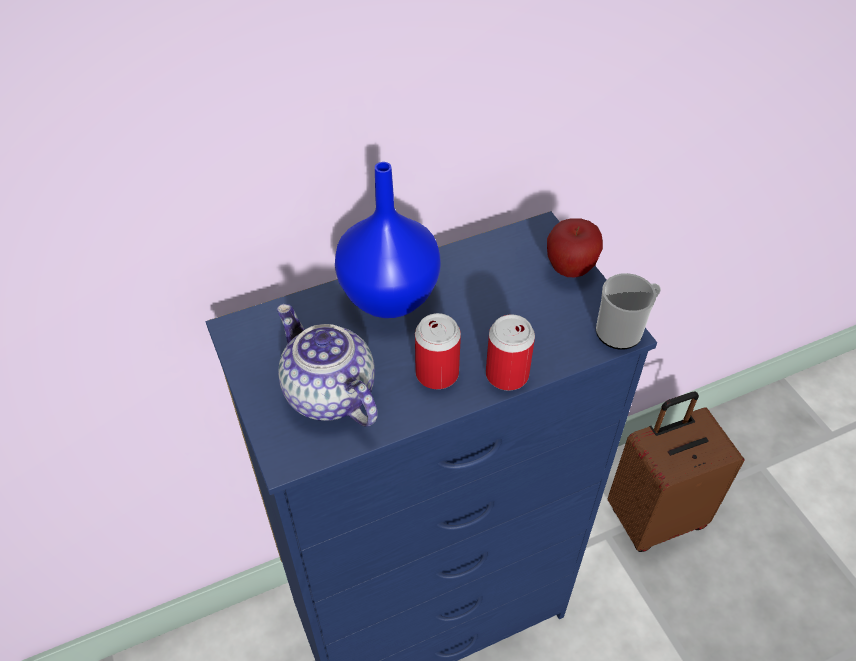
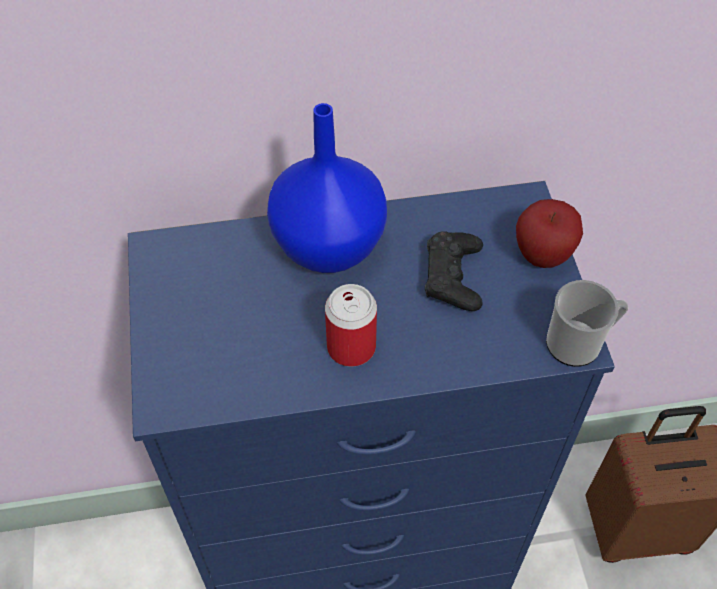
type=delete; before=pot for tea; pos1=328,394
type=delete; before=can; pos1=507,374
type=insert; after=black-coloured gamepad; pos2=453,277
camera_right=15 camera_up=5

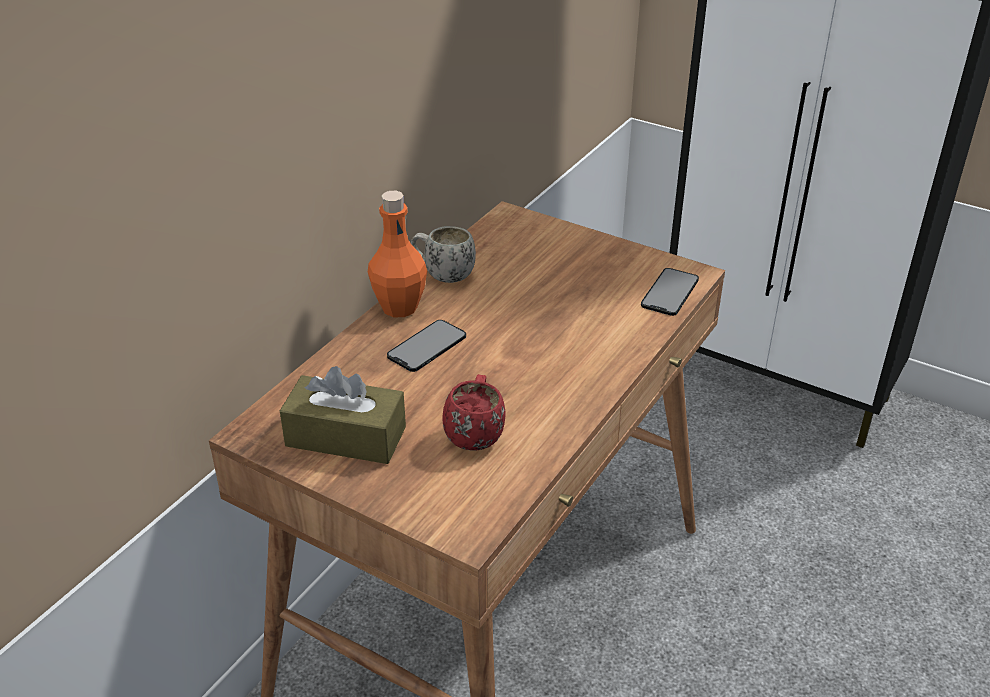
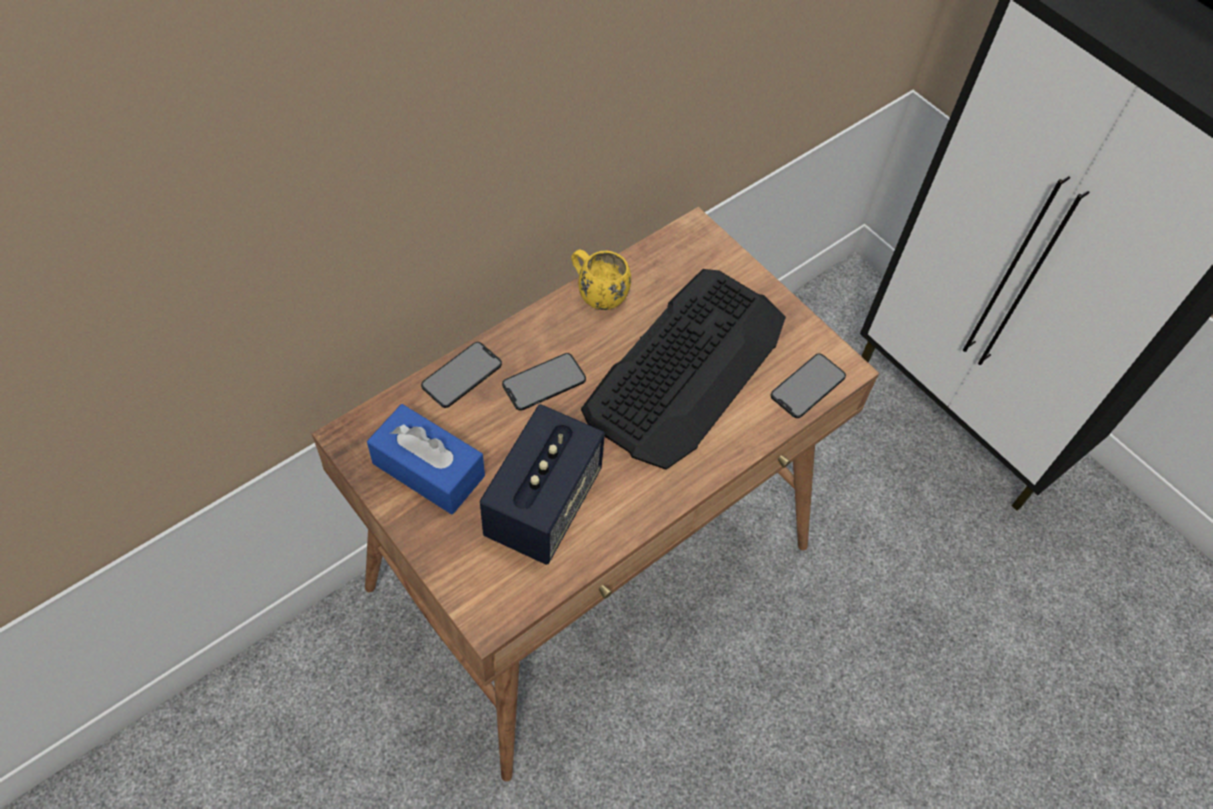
type=delete; before=orange-coloured drink bottle; pos1=399,307
type=recolor; before=white-coloured coffee mug; after=yellow-coloured coffee mug; pos1=442,275; pos2=596,293
type=recolor; before=brown-coloured tissue holder; after=bluish tissue holder; pos1=346,436; pos2=428,469
type=replace; before=red coffee mug; after=speaker; pos1=475,433; pos2=543,504
type=insert; after=computer keyboard; pos2=687,366
type=insert; after=handset; pos2=462,375
camera_right=15 camera_up=20

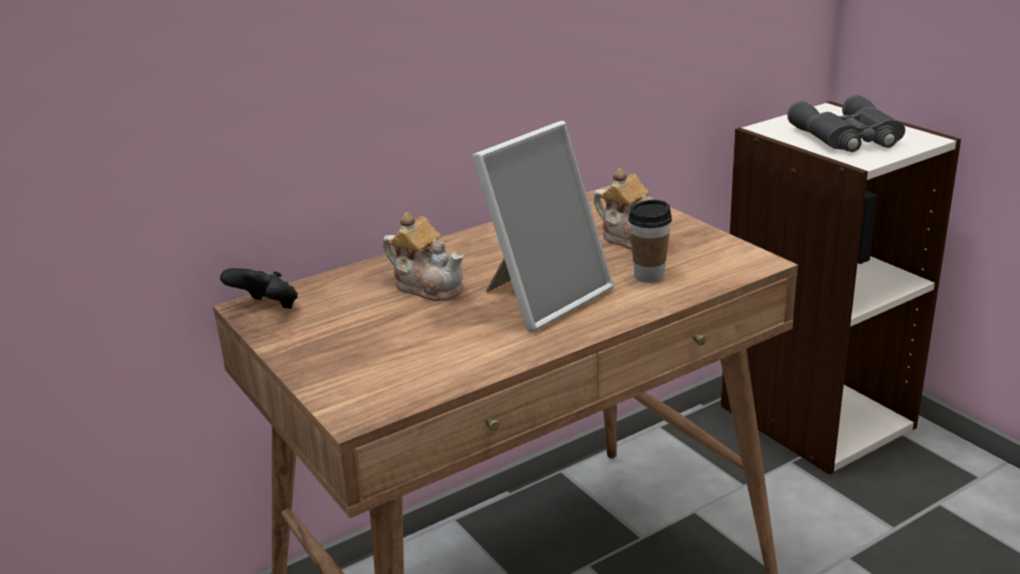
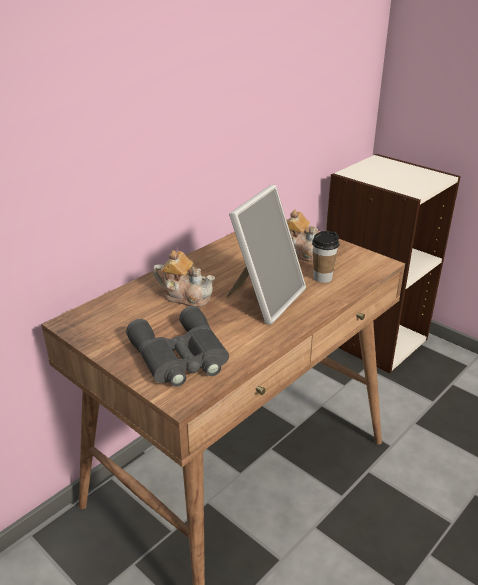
type=move; before=gray pair of binoculars; pos1=847,137; pos2=180,357
type=delete; before=black-coloured gamepad; pos1=266,308
camera_right=-15 camera_up=5

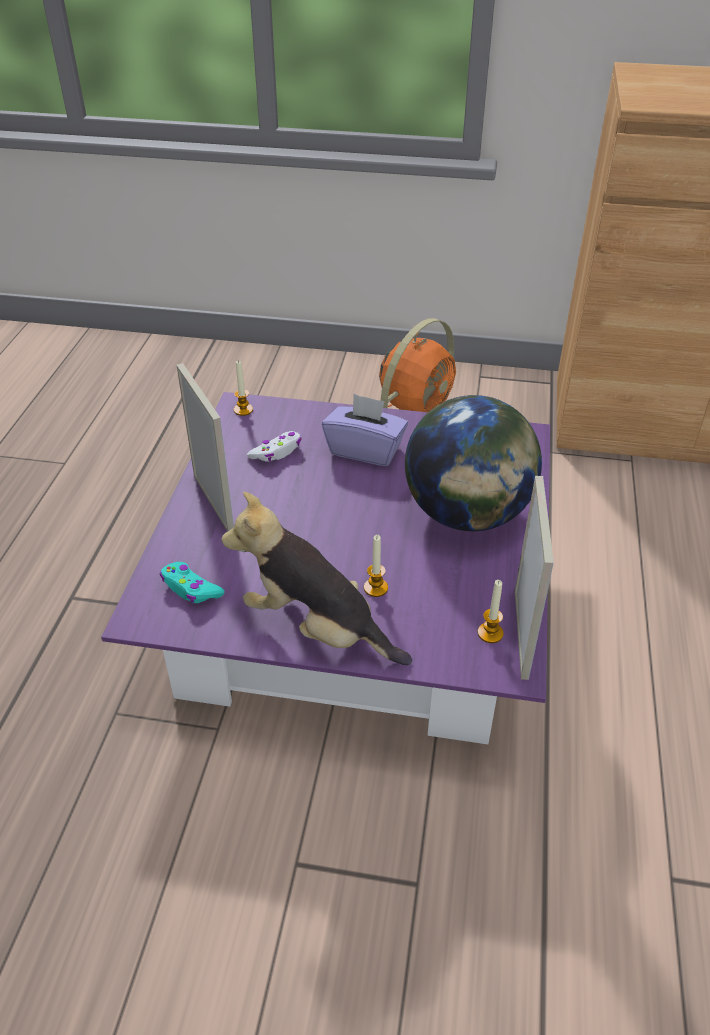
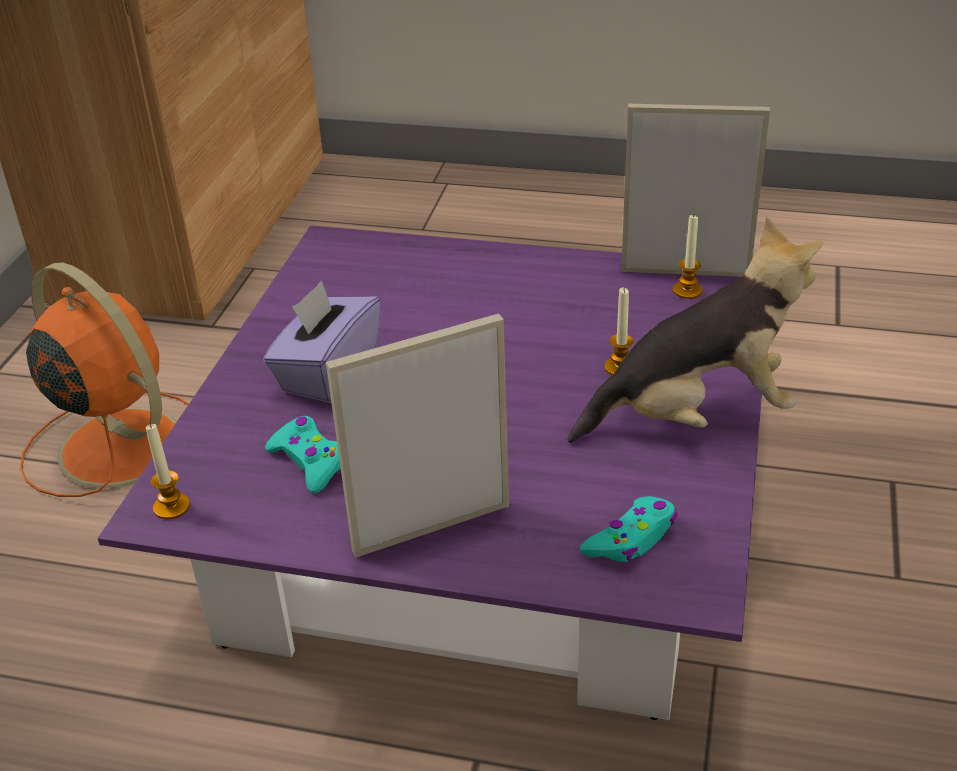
type=delete; before=globe; pos1=467,514
type=recolor; before=white-coloured gamepad; after=blue-green gamepad; pos1=277,452; pos2=309,462
type=rotate; before=plush toy; pos1=317,628; pos2=696,415; turn=-135
camera_right=-85 camera_up=-5

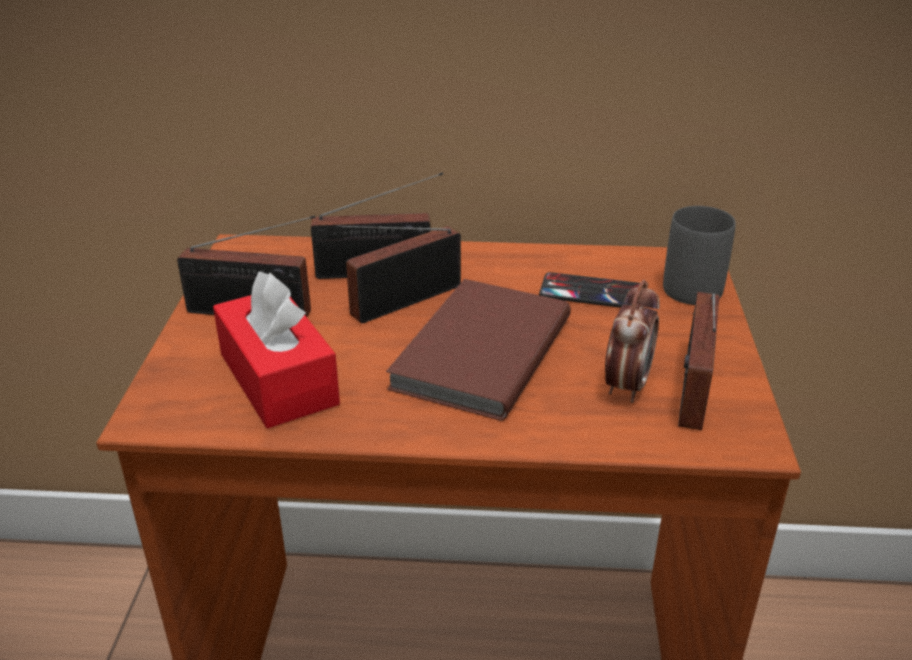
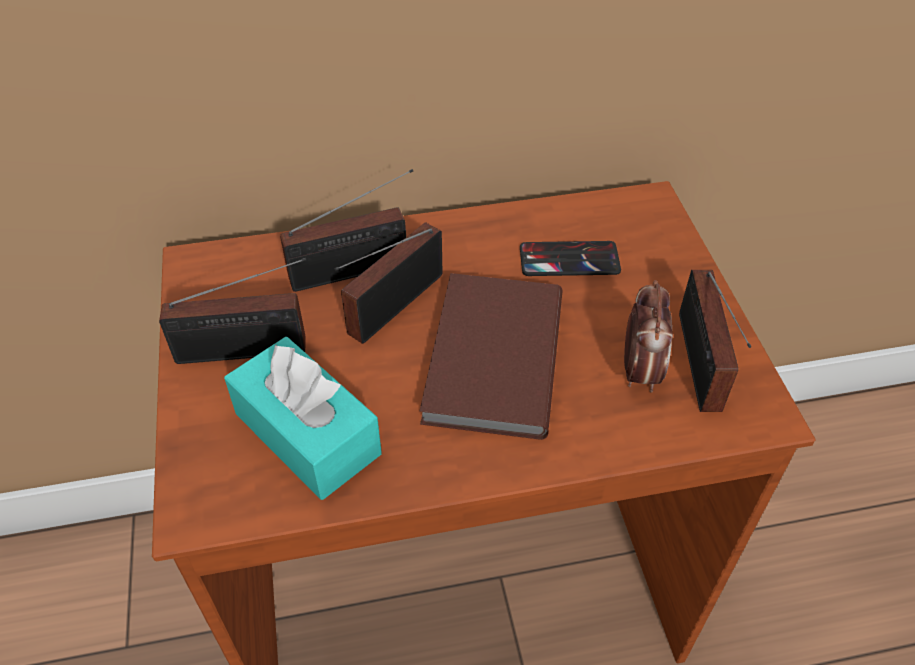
type=delete; before=gray coffee mug; pos1=696,283
type=recolor; before=red tissue holder; after=blue-green tissue holder; pos1=278,379; pos2=307,434
camera_right=-15 camera_up=15

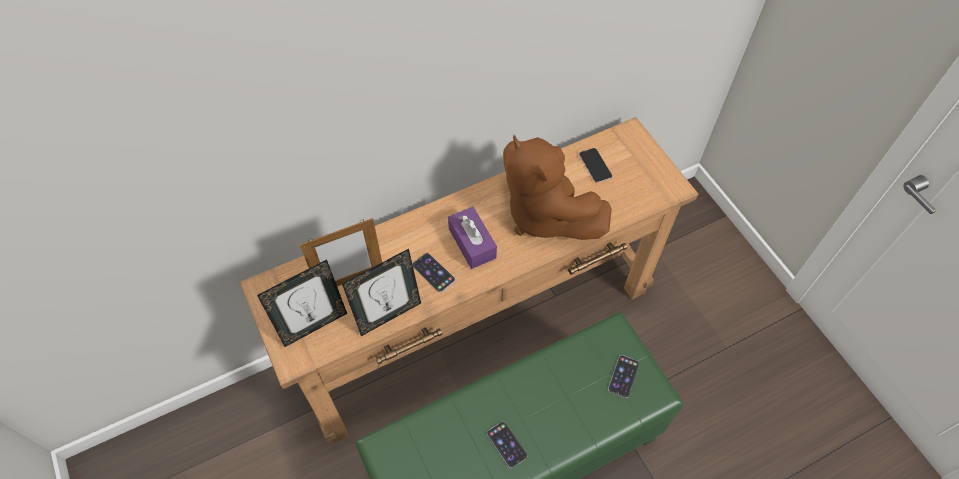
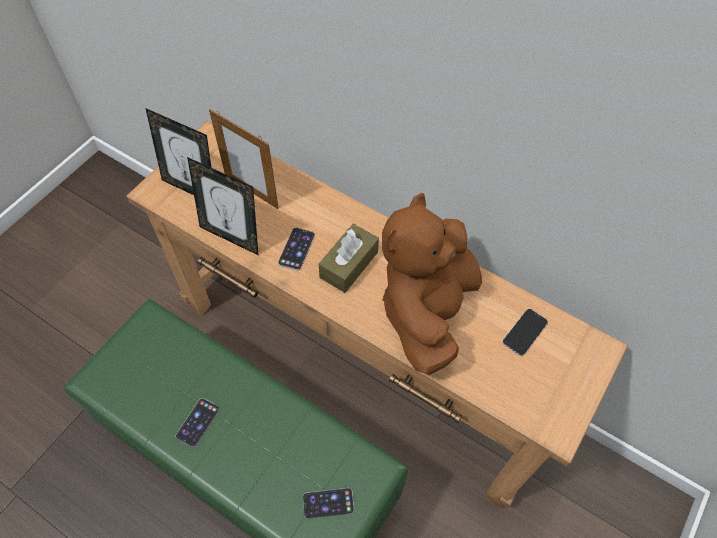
type=recolor; before=purple-coloured tissue holder; after=brown-coloured tissue holder; pos1=472,243; pos2=349,264
camera_right=60 camera_up=0

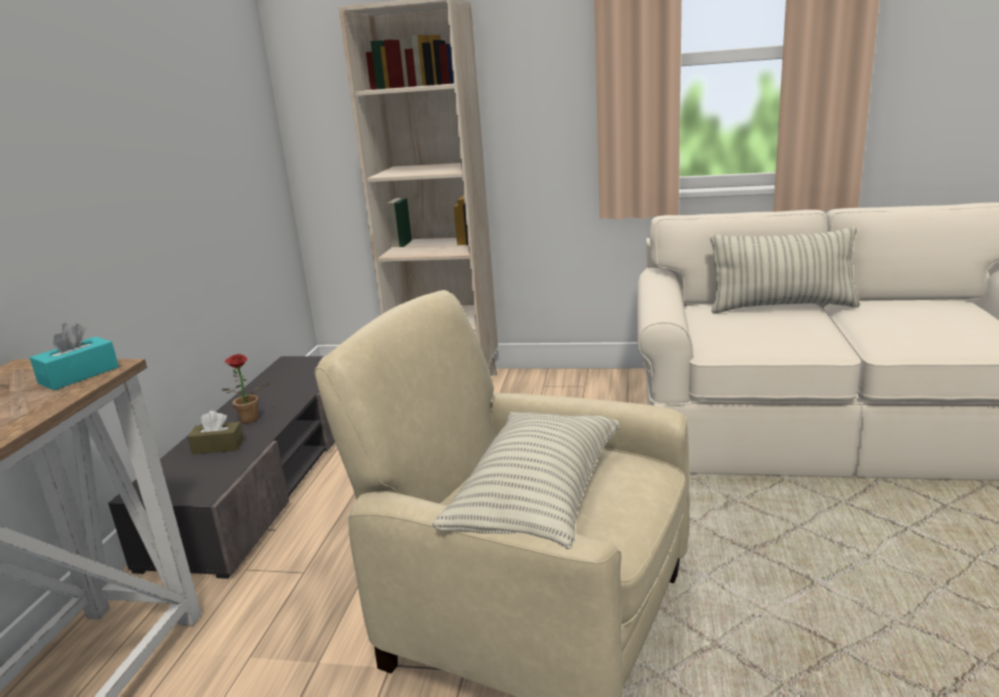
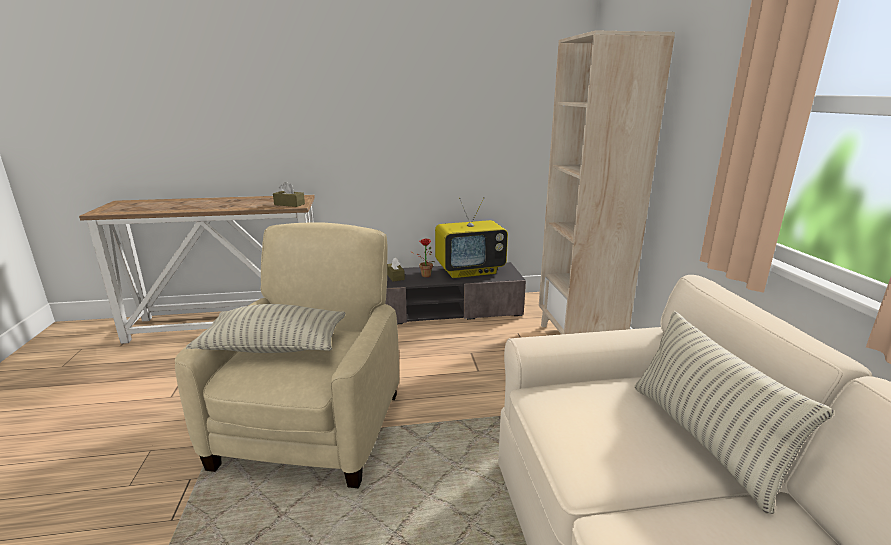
type=recolor; before=blue-green tissue holder; after=brown-coloured tissue holder; pos1=79,375; pos2=289,204
type=insert; after=television; pos2=470,271
camera_right=70 camera_up=0

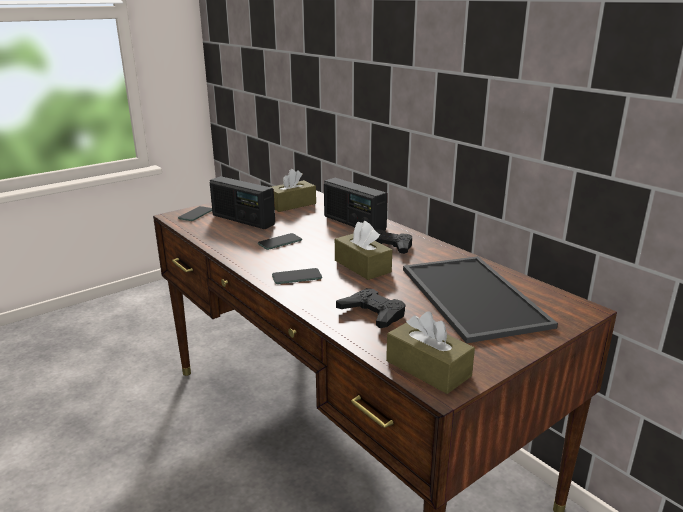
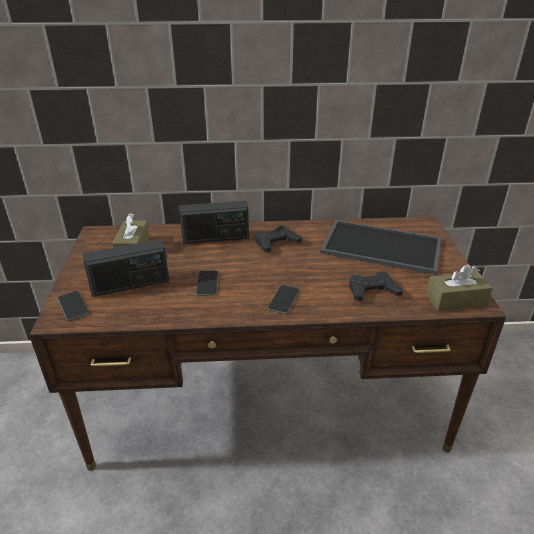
type=delete; before=brown-coloured tissue holder; pos1=362,266
camera_right=-55 camera_up=10

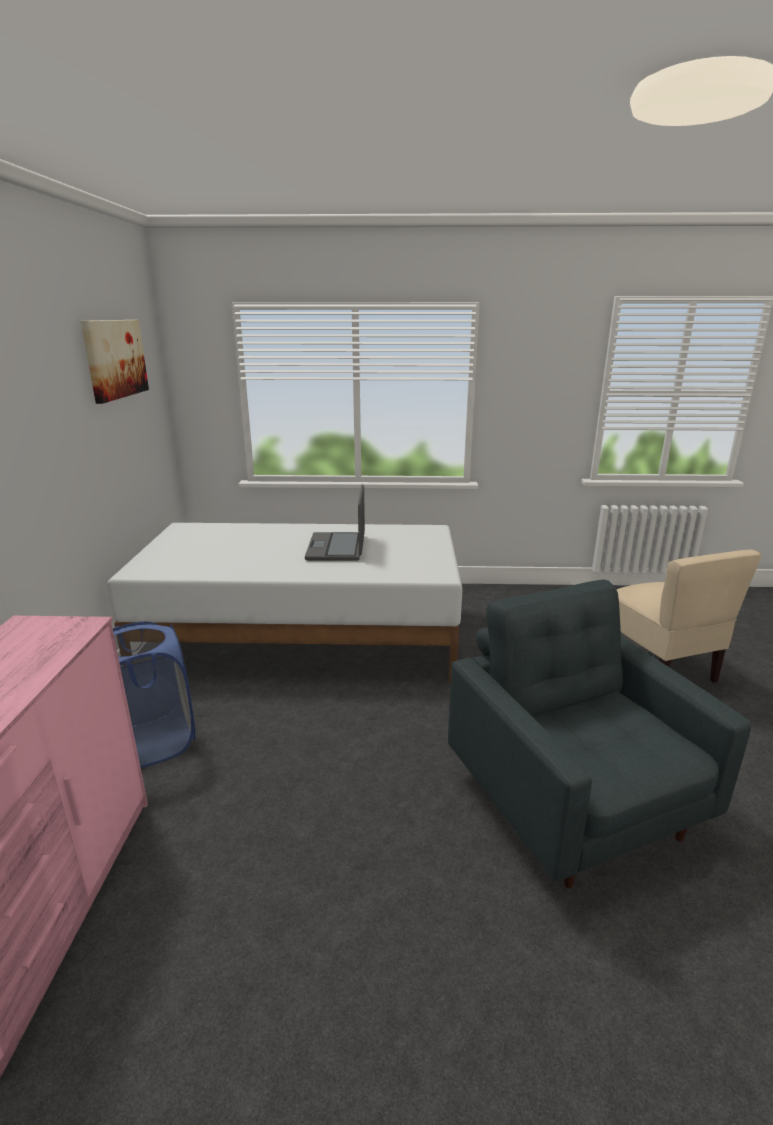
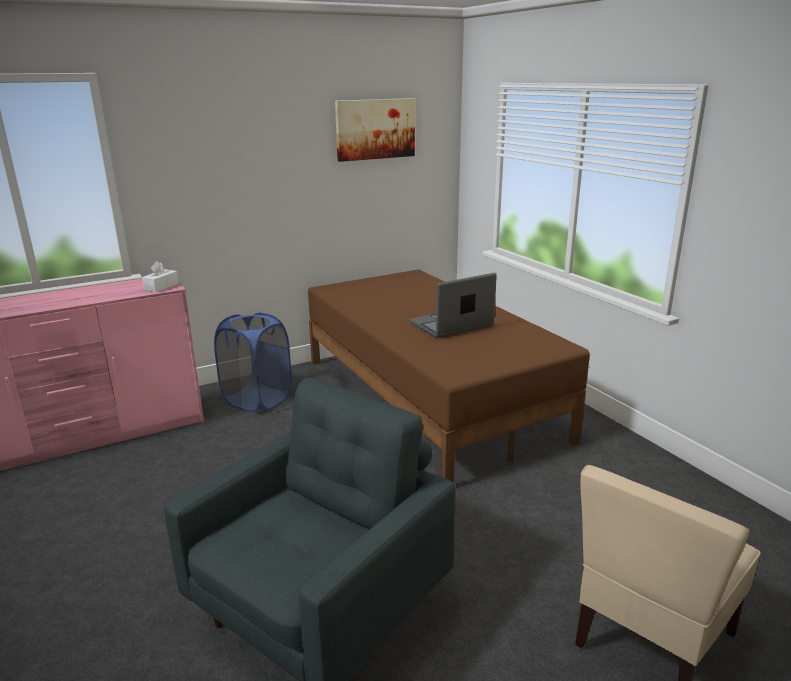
type=recolor; before=white-coloured bedroom bed; after=brown-coloured bedroom bed; pos1=302,637; pos2=429,397
type=insert; after=white-coloured tissue holder; pos2=161,287
camera_right=60 camera_up=0

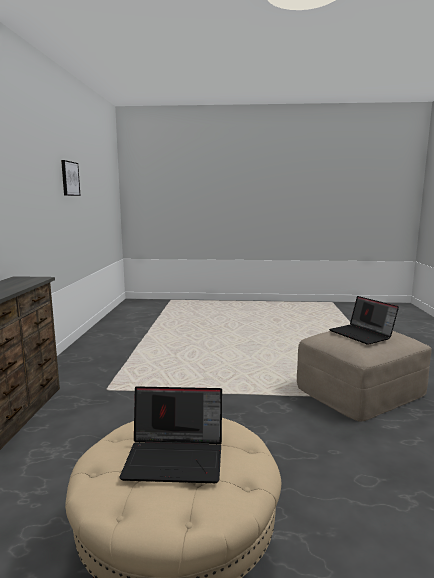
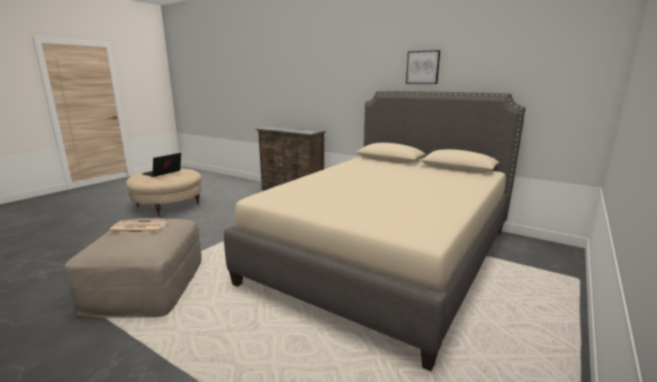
type=replace; before=laptop; after=printed paper; pos1=362,334; pos2=138,227
type=insert; after=beige-coloured bedroom bed; pos2=386,254
camera_right=120 camera_up=5

